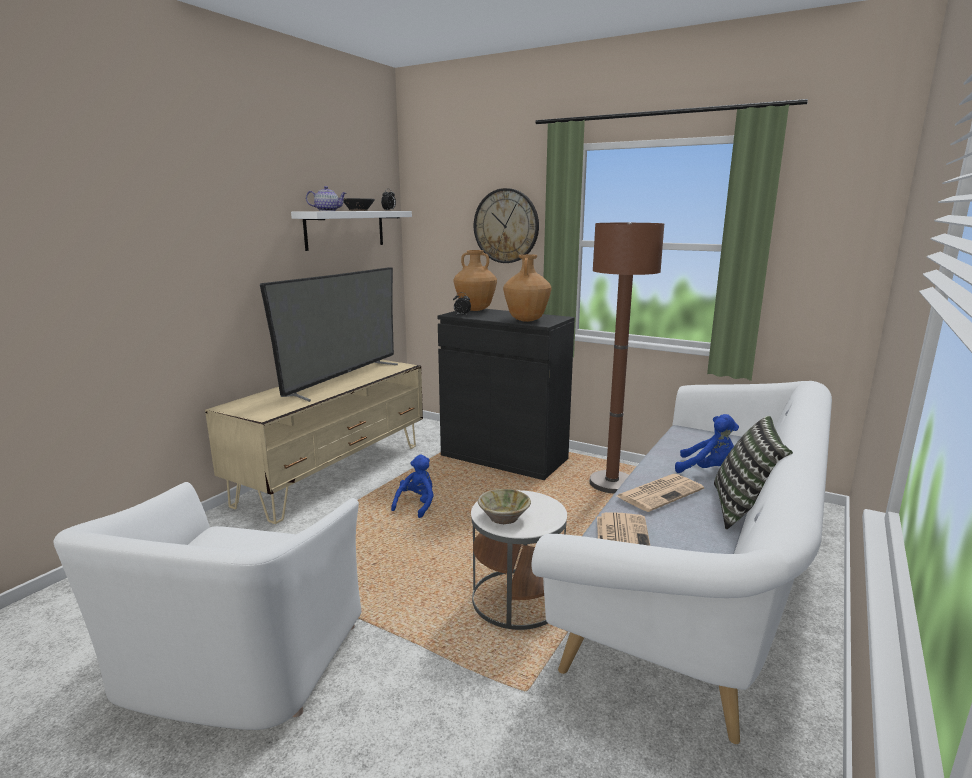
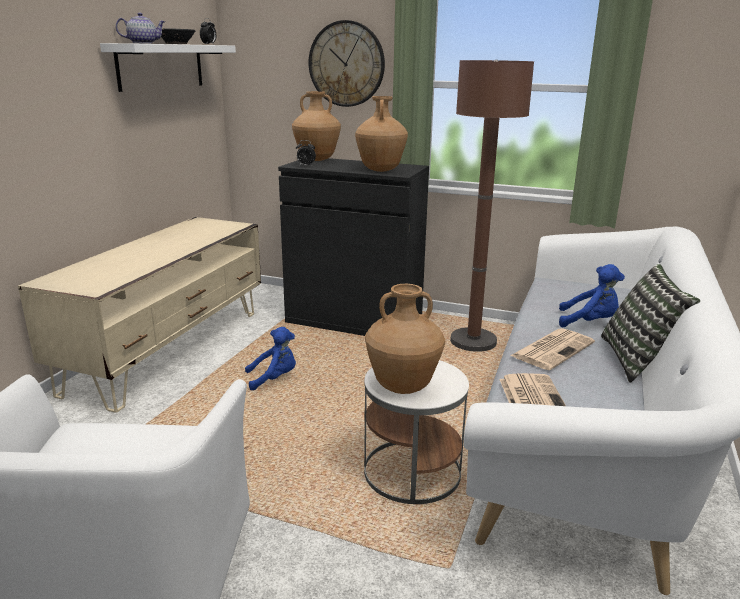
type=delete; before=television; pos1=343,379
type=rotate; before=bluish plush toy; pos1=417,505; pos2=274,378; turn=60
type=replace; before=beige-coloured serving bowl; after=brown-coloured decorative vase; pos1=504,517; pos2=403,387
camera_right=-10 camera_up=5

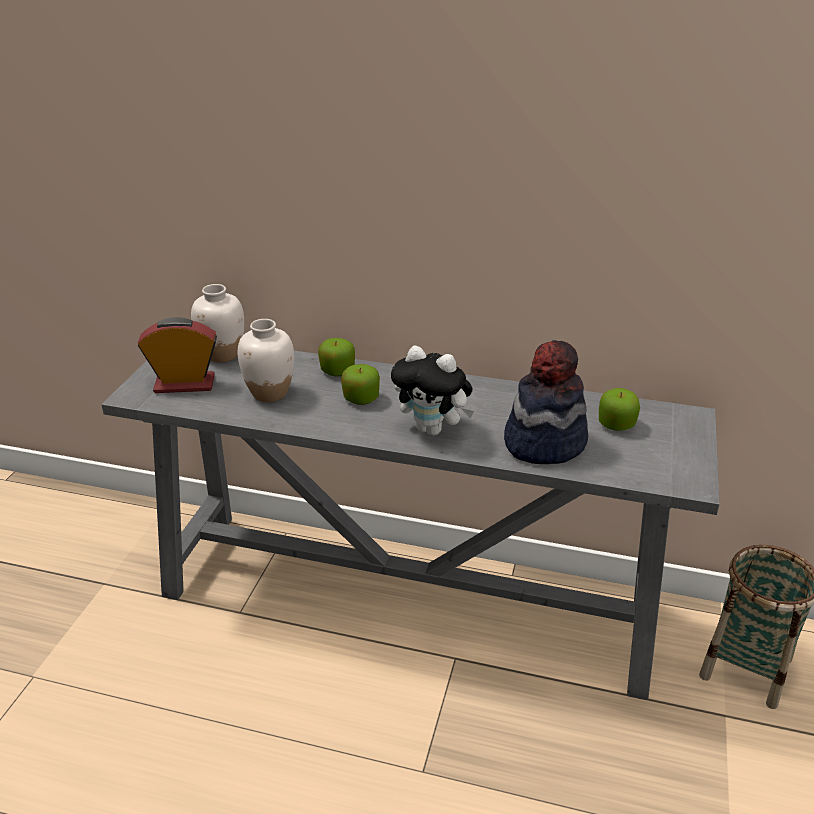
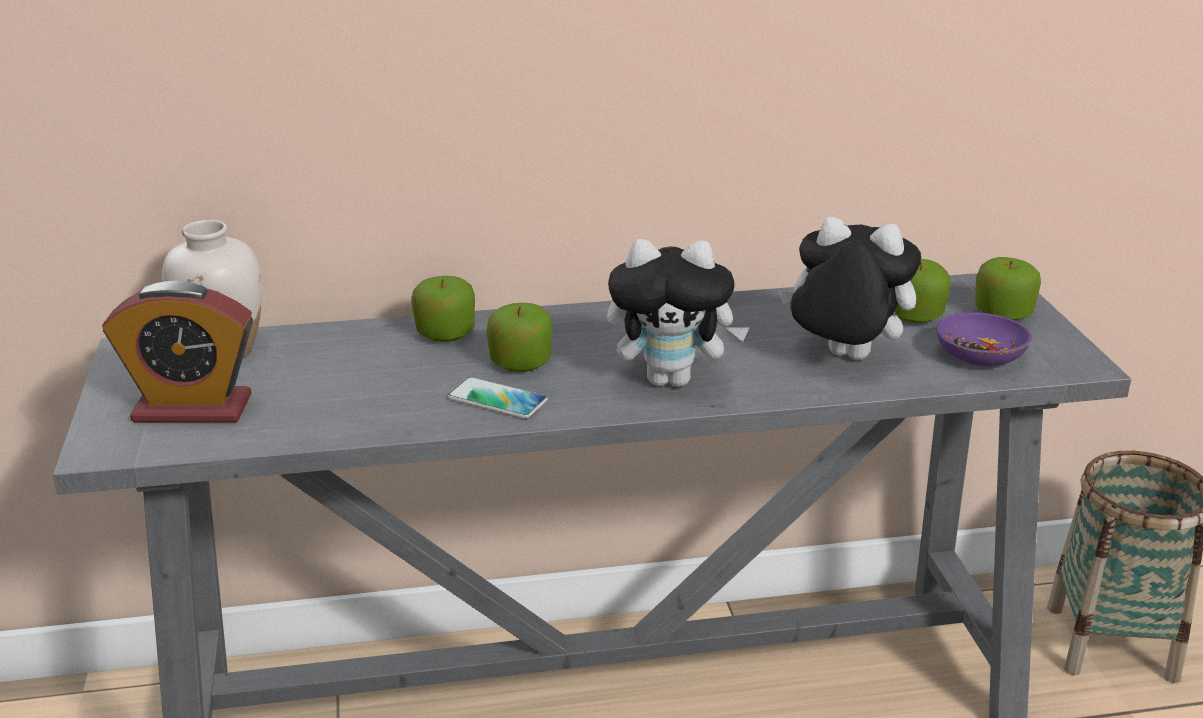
type=rotate; before=alarm clock; pos1=184,384; pos2=192,408; turn=-150
type=delete; before=white-coloured decorative vase; pos1=270,393
type=replace; before=clothing hat; after=plush toy; pos1=544,442; pos2=843,358
type=insert; after=apple fruit; pos2=1002,313
type=insert; after=purple-coloured serving bowl; pos2=980,356
type=insert; after=handset; pos2=497,400
camera_right=-25 camera_up=-5

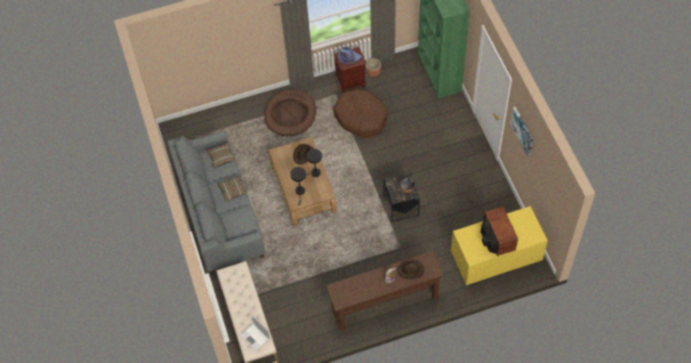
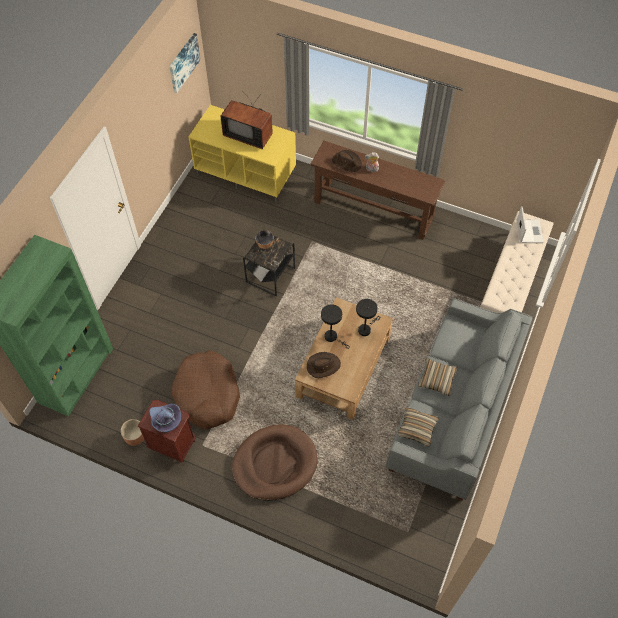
type=move; before=picture; pos1=523,131; pos2=183,62
type=rotate; before=television; pos1=495,239; pos2=249,134; turn=-90
camera_right=-140 camera_up=0

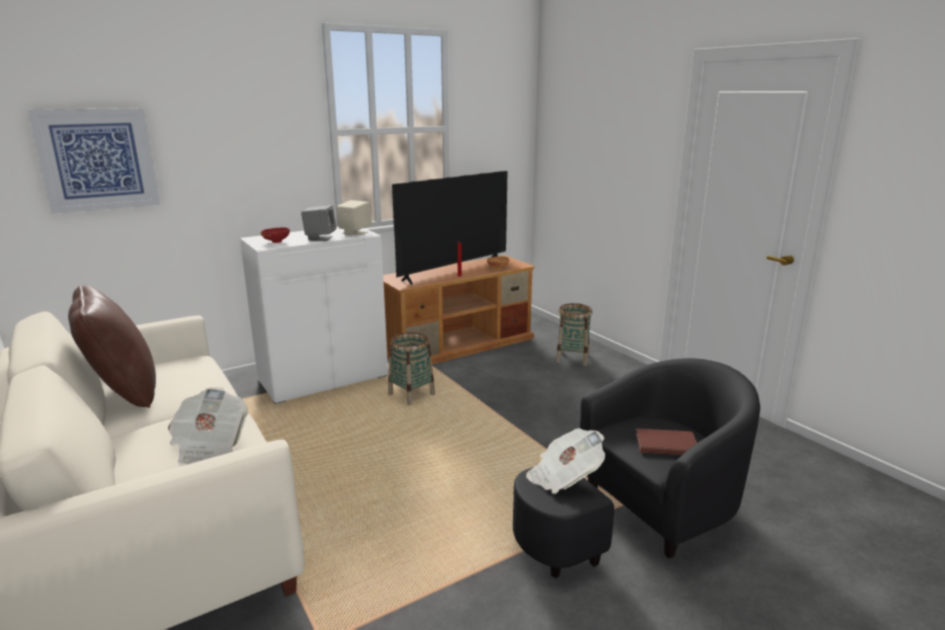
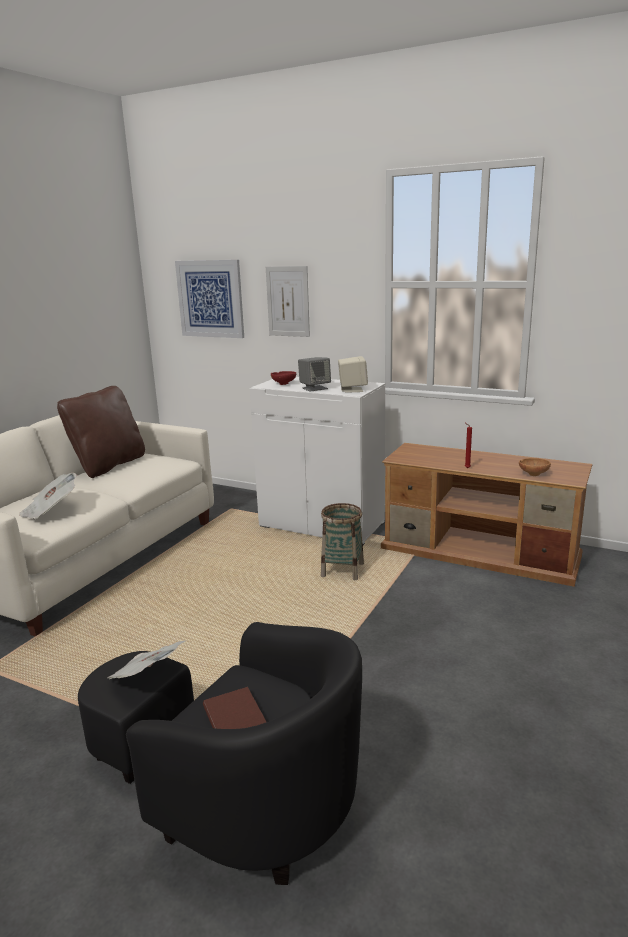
type=delete; before=television; pos1=453,270
type=delete; before=storage basket; pos1=572,358
type=insert; after=picture; pos2=288,301
camera_right=60 camera_up=0

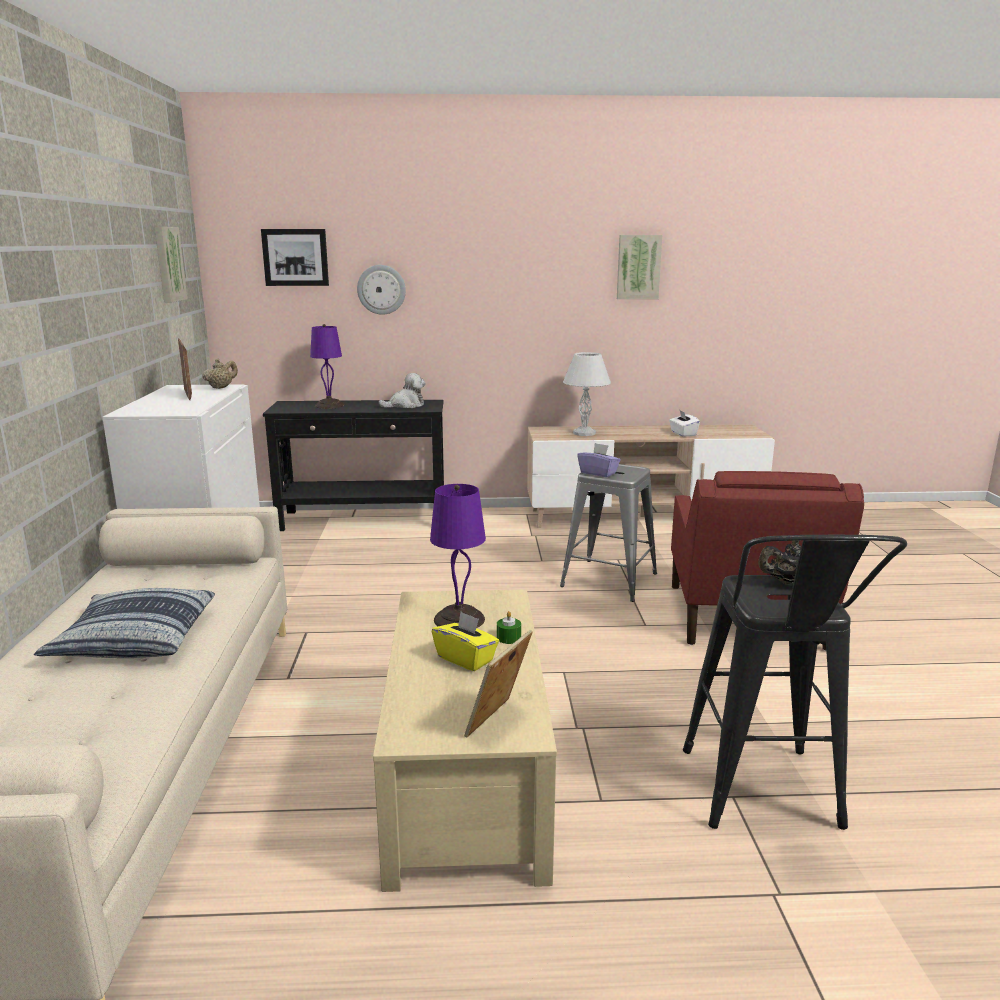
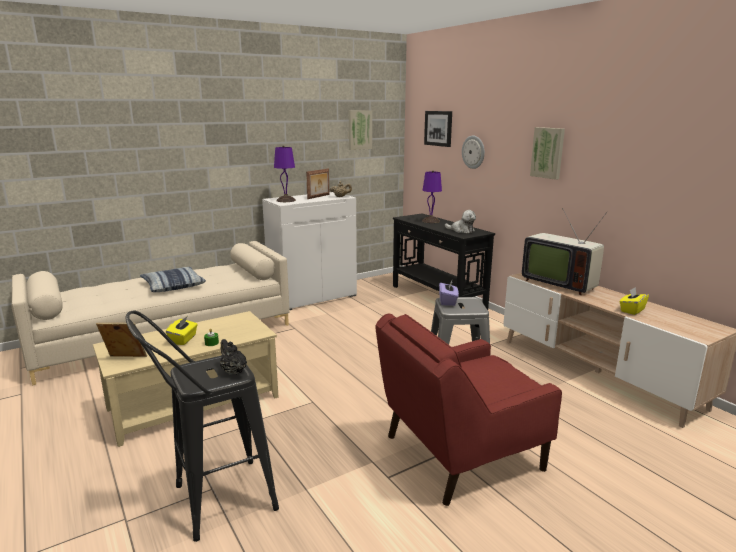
type=move; before=picture; pos1=638,267; pos2=548,153
type=replace; before=white-coloured lamp for a table; after=television; pos1=585,433; pos2=559,283
type=recolor; before=white-coloured tissue holder; after=yellow-coloured tissue holder; pos1=683,434; pos2=632,310
type=move; before=purple-coloured lamp for a table; pos1=459,620; pos2=285,200
camera_right=60 camera_up=0

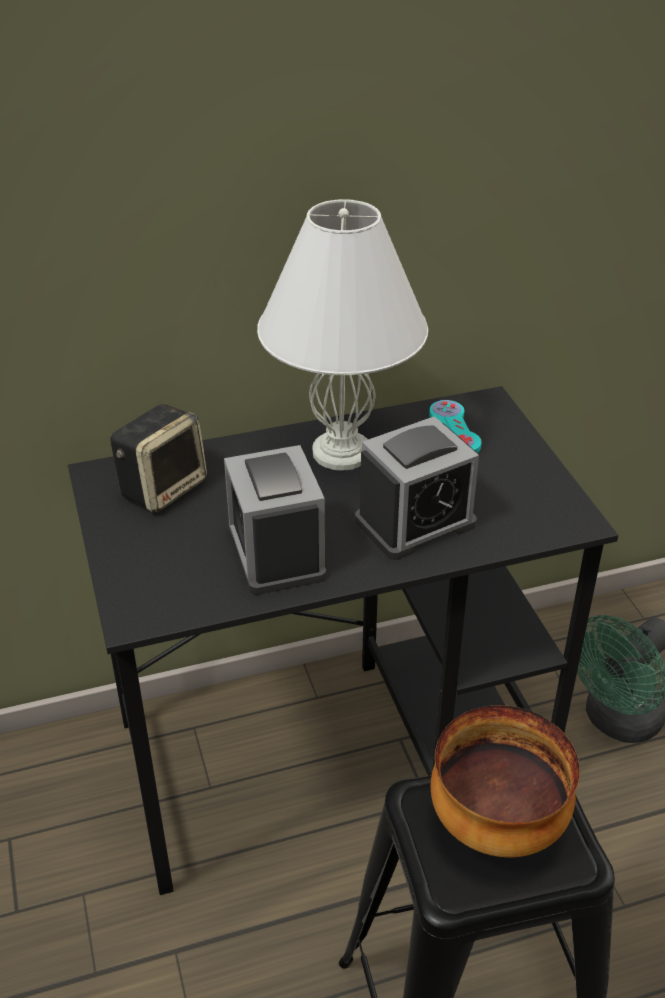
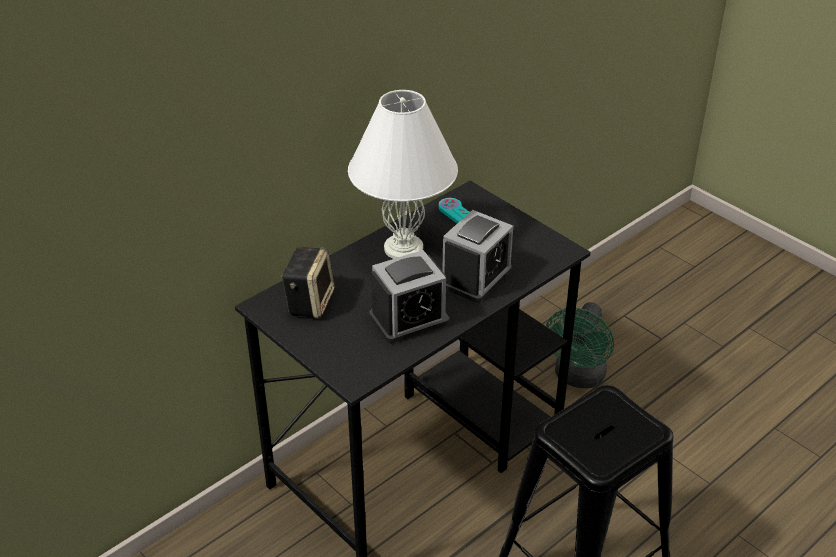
type=rotate; before=alarm clock; pos1=276,552; pos2=409,319; turn=-75
type=delete; before=serving bowl; pos1=497,821
camera_right=-25 camera_up=0

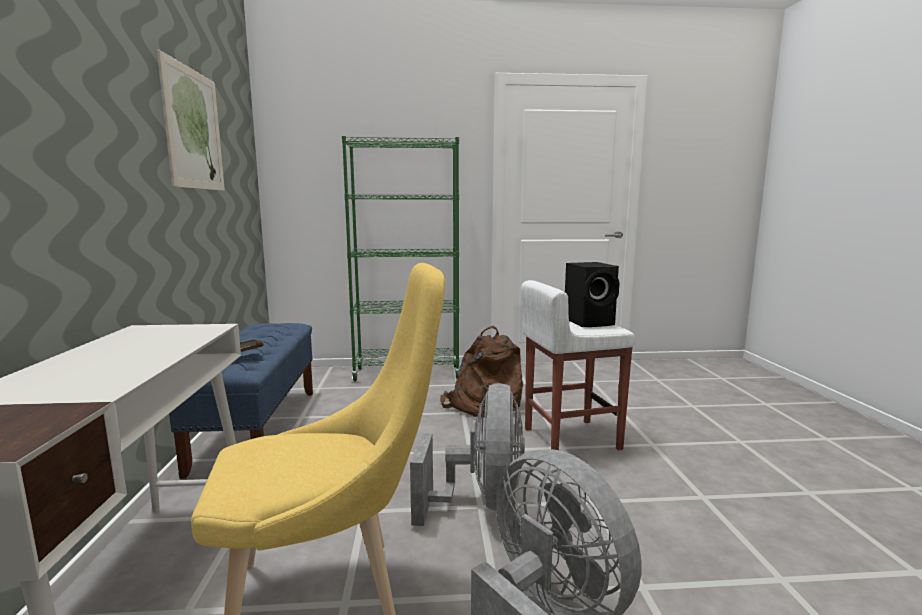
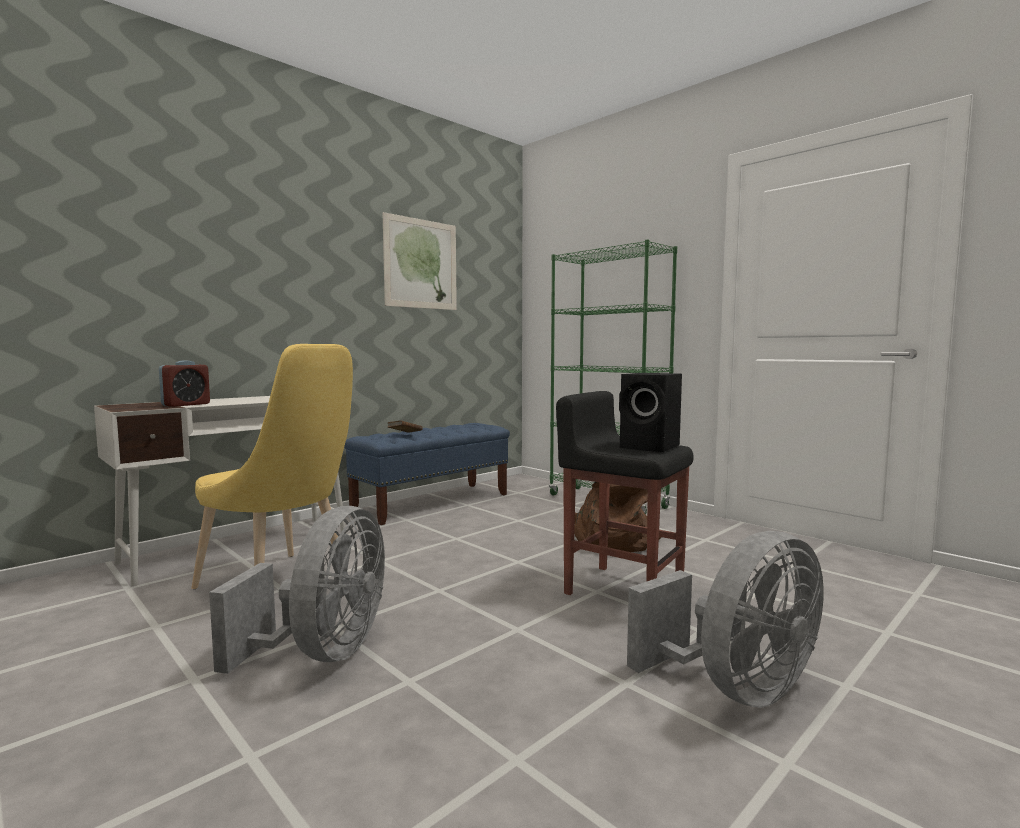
type=recolor; before=white-coloured stool; after=black-coloured stool; pos1=570,438; pos2=622,589
type=move; before=gray electric fan; pos1=481,501; pos2=737,689
type=insert; after=alarm clock; pos2=186,404
camera_right=50 camera_up=-5

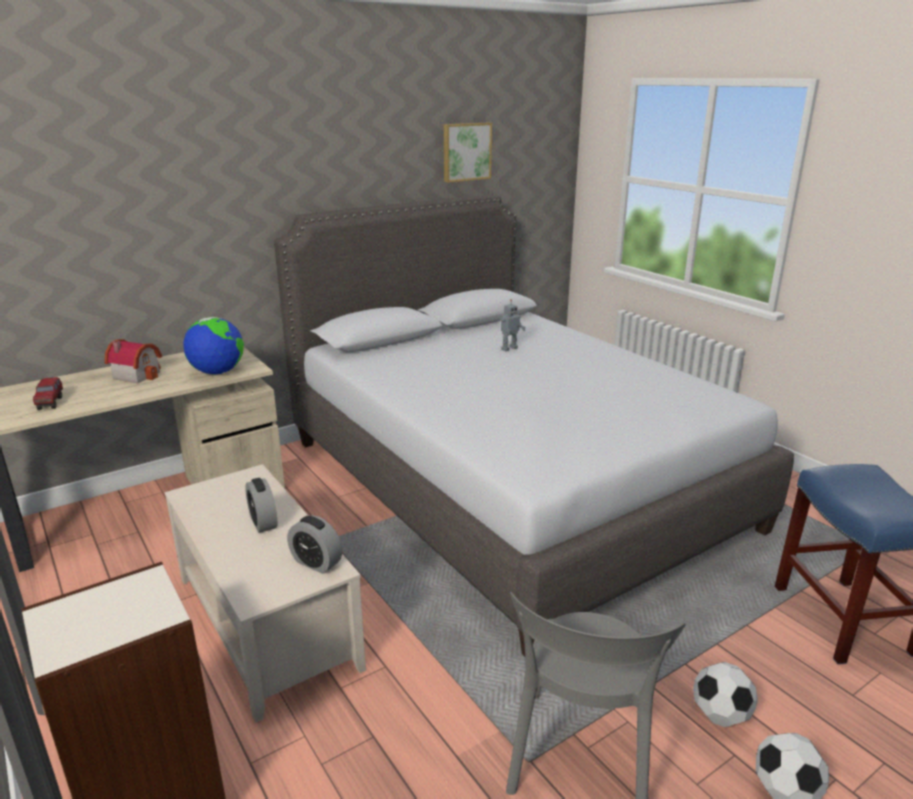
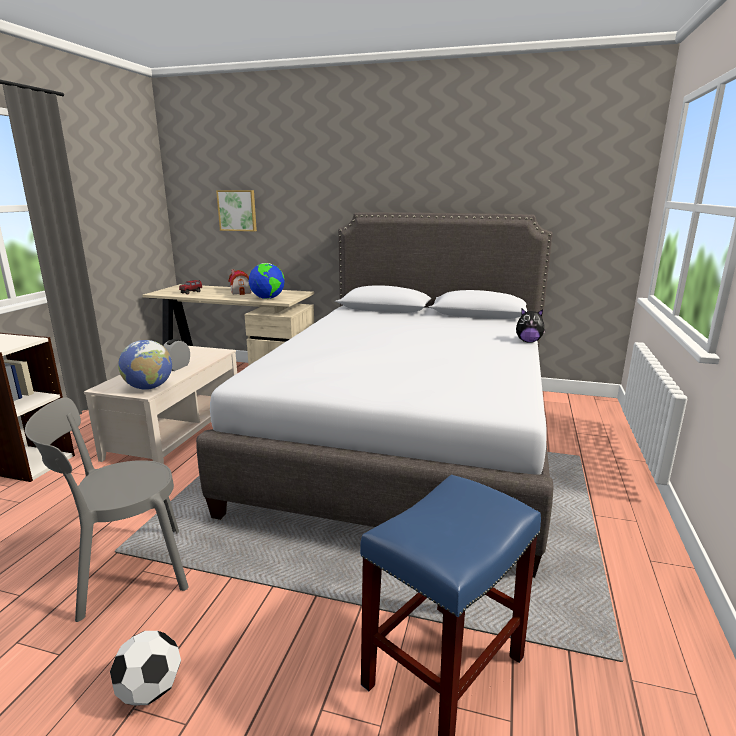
type=move; before=picture; pos1=466,152; pos2=237,210
type=delete; before=model robot; pos1=508,348
type=replace; before=alarm clock; after=globe; pos1=316,562; pos2=149,387
type=delete; before=football; pos1=720,715
type=insert; after=plush toy; pos2=528,341
camera_right=50 camera_up=-5

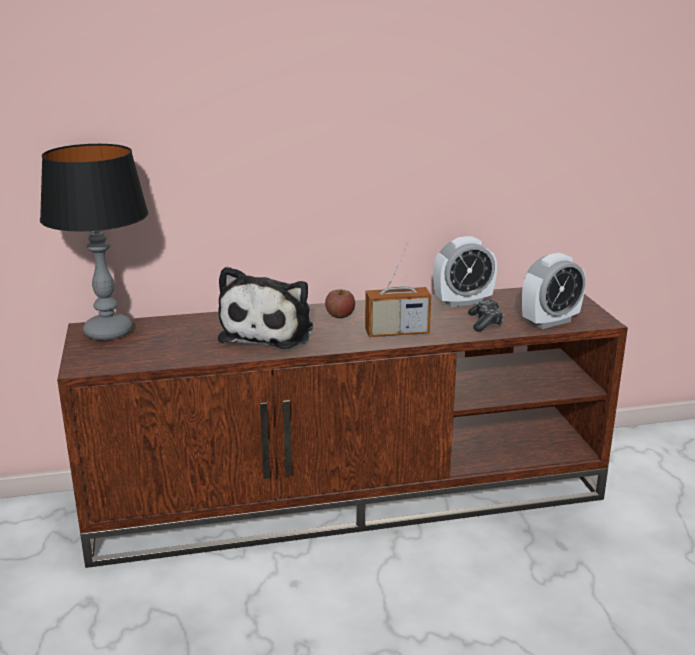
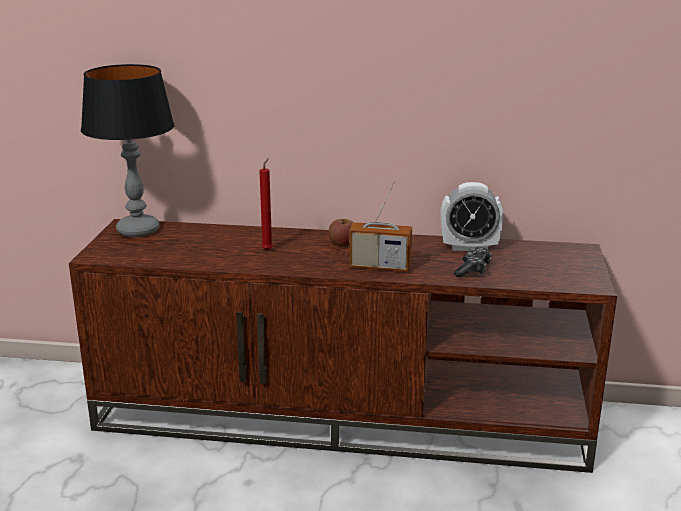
type=delete; before=alarm clock; pos1=550,322
type=replace; before=plush toy; after=red wax candle; pos1=270,332; pos2=268,249
camera_right=20 camera_up=0

